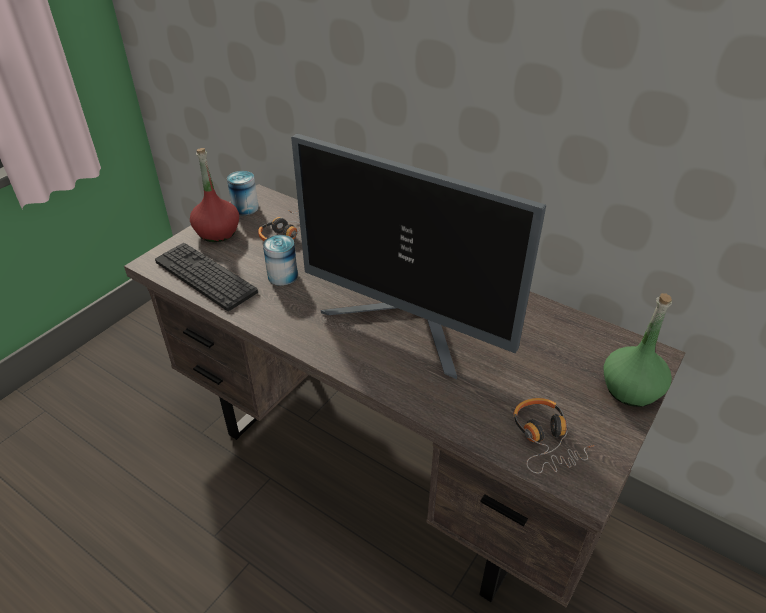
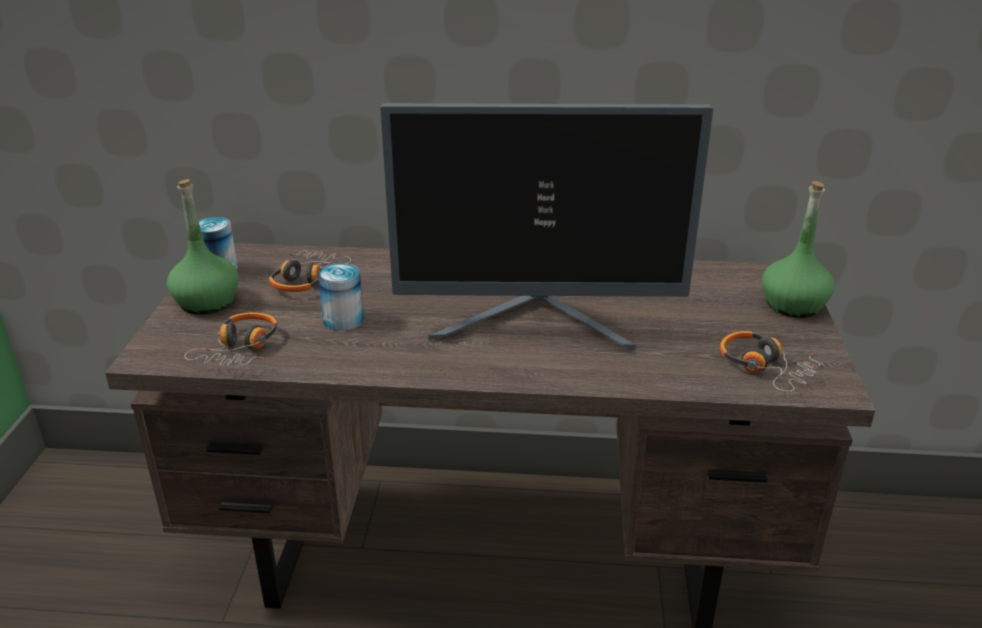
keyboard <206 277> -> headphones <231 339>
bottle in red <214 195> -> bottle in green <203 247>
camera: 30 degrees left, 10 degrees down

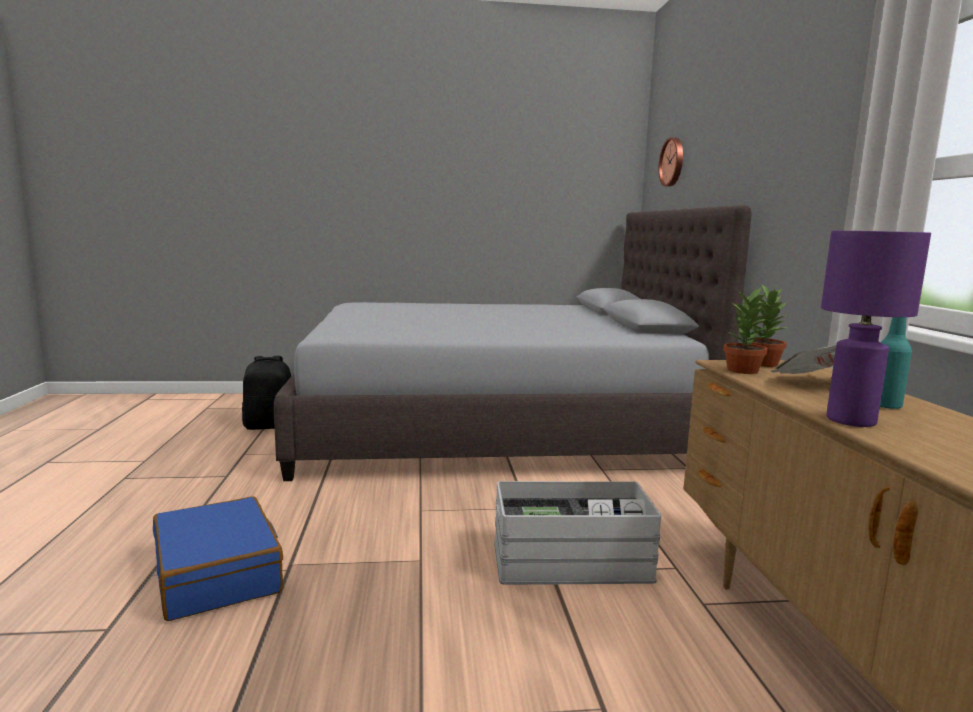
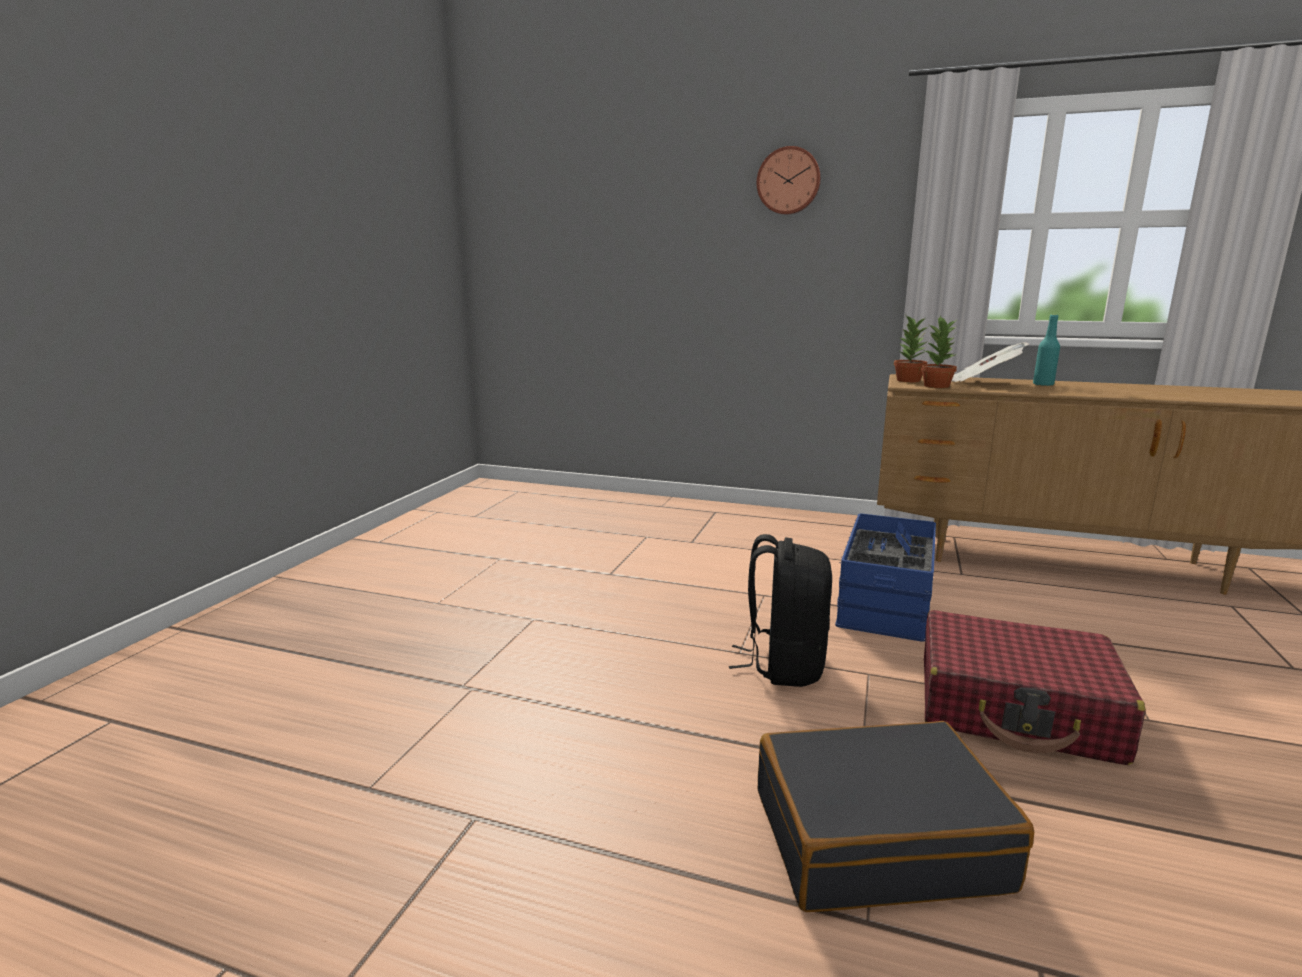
suitcase in blue <218 558> -> suitcase in black <896 816>
backpack in black <266 393> -> backpack in black <780 610>, move
bed in grey <513 343> -> none
storage box in grey <577 533> -> storage box in blue <885 578>
wall clock <671 162> -> wall clock <789 180>, move
table lamp in purple <876 329> -> none
none -> suitcase in red <1035 687>
camera: 65 degrees left, 5 degrees up

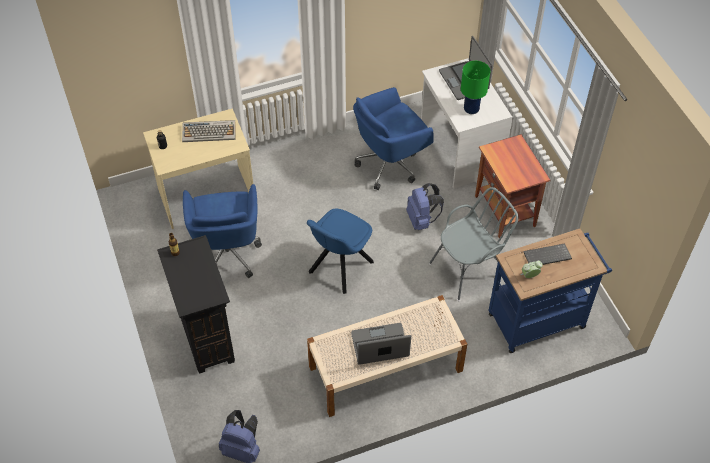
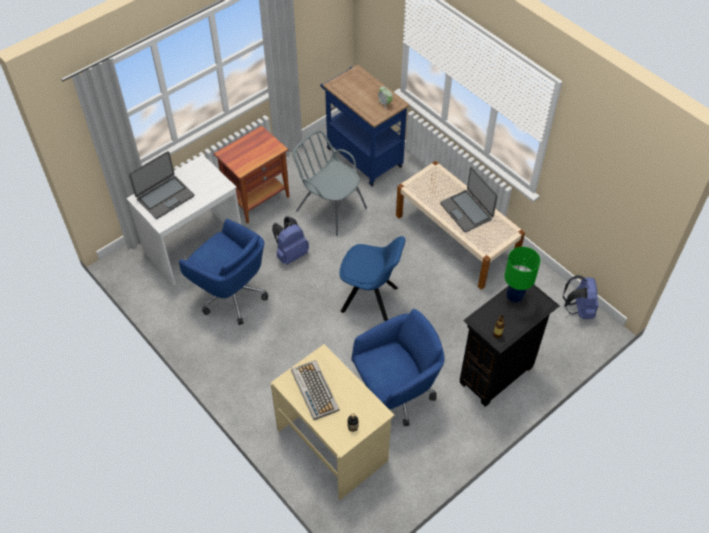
table lamp in green <475 87> -> table lamp in green <522 275>, move
keyboard <547 254> -> none
camera: 110 degrees left, 0 degrees up

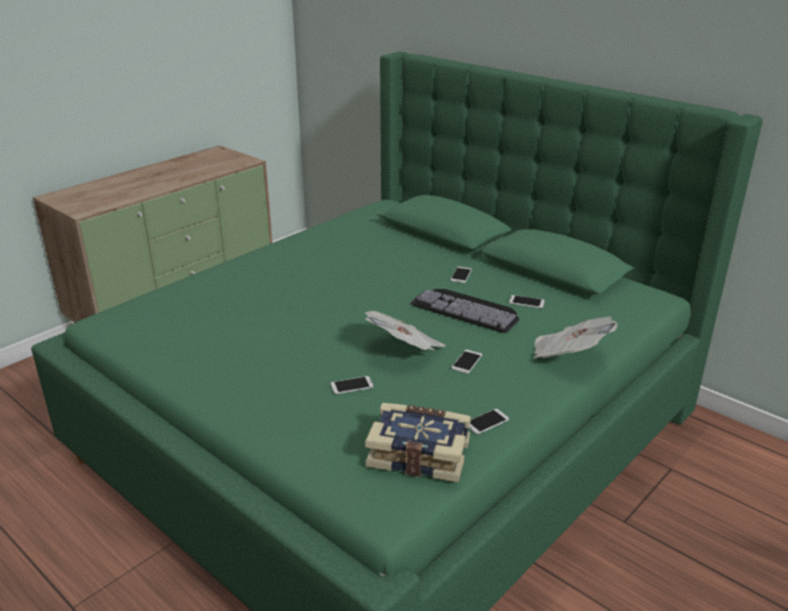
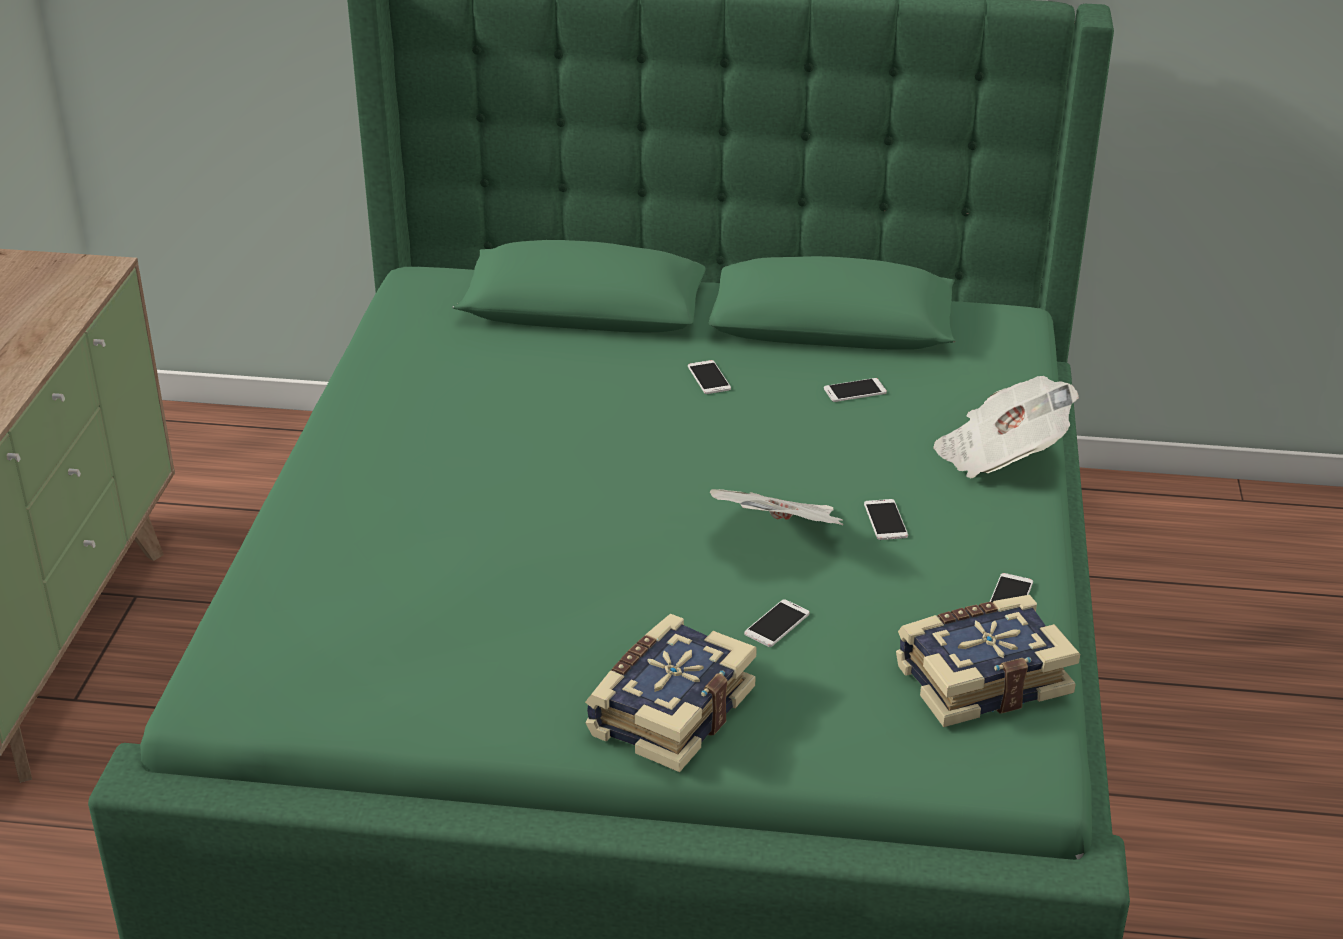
keyboard <465 311> -> none
none -> book <671 693>
camera: 35 degrees left, 5 degrees up

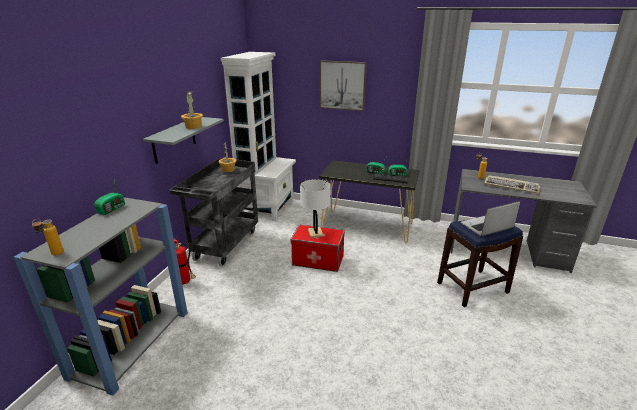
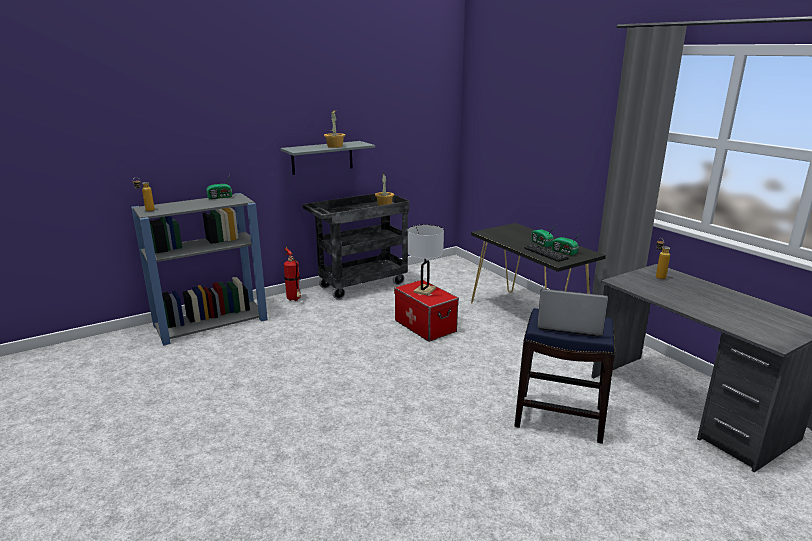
cabinet in white <258 136> -> none
picture <343 85> -> none
keyboard <512 184> -> none
camera: 40 degrees right, 5 degrees down

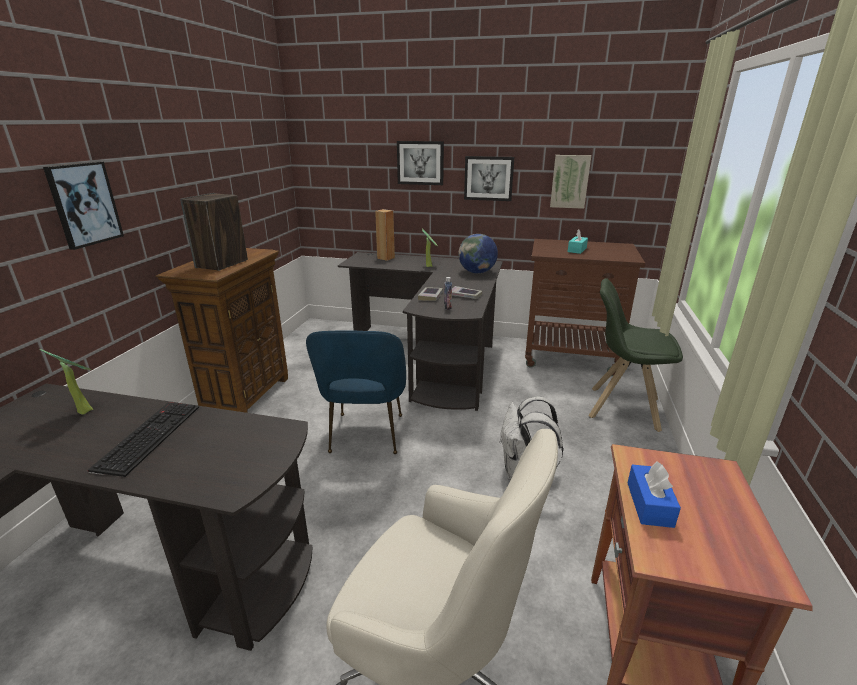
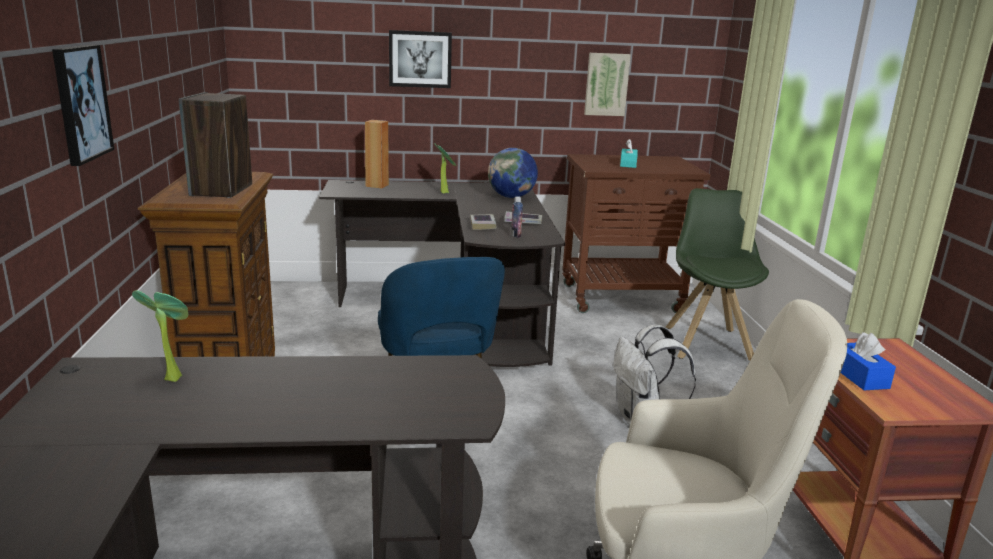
keyboard <143 439> -> none
picture <489 178> -> none
chair in green <635 355> -> chair in green <717 274>, 90 degrees clockwise
camera: 20 degrees left, 5 degrees down

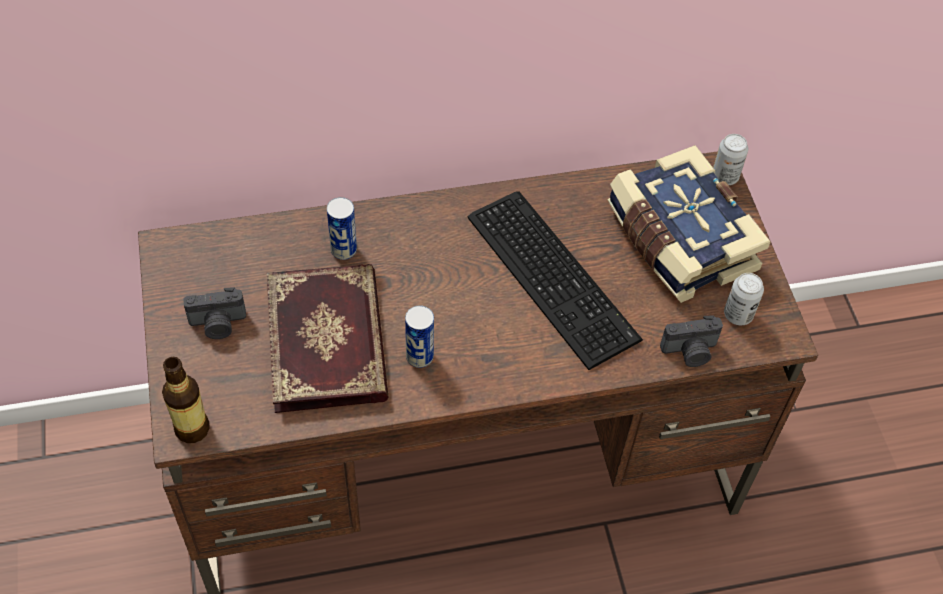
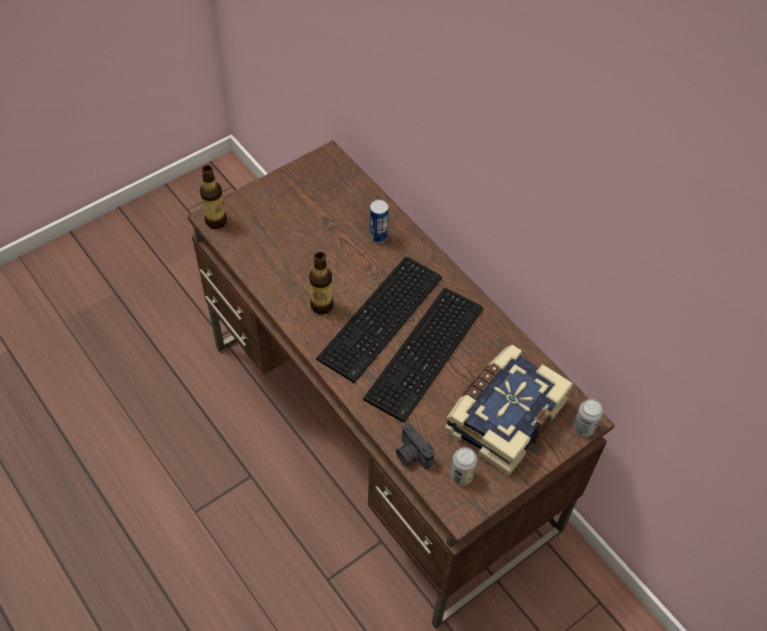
photo camera <214 313> -> none
book <327 338> -> none
can <419 336> -> bottle <321 283>
none -> keyboard <379 320>
camera: 65 degrees right, 0 degrees up

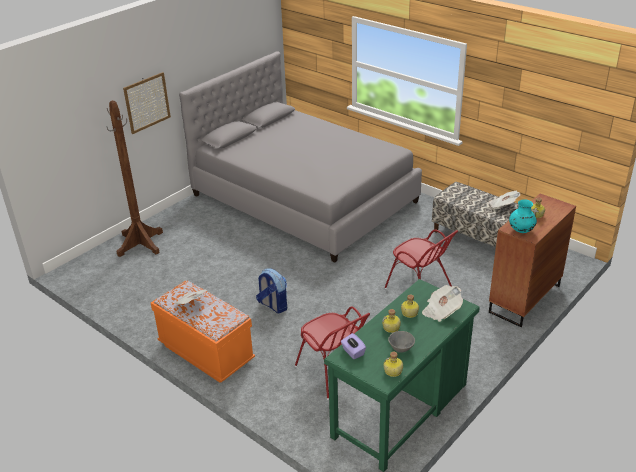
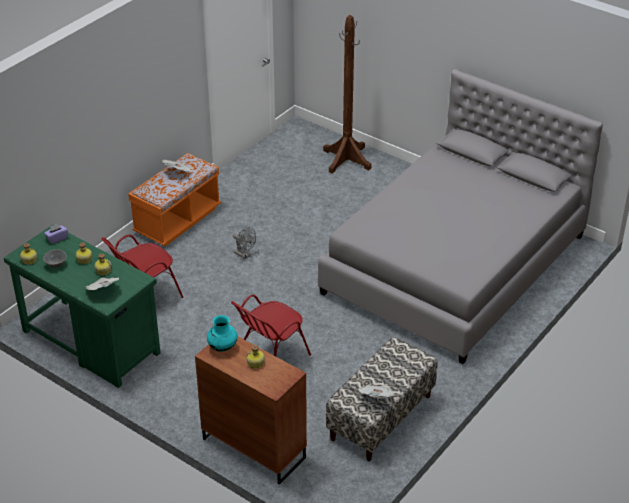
picture <147 103> -> none
backpack <271 290> -> fan in grey <244 243>
camera: 85 degrees right, 5 degrees up

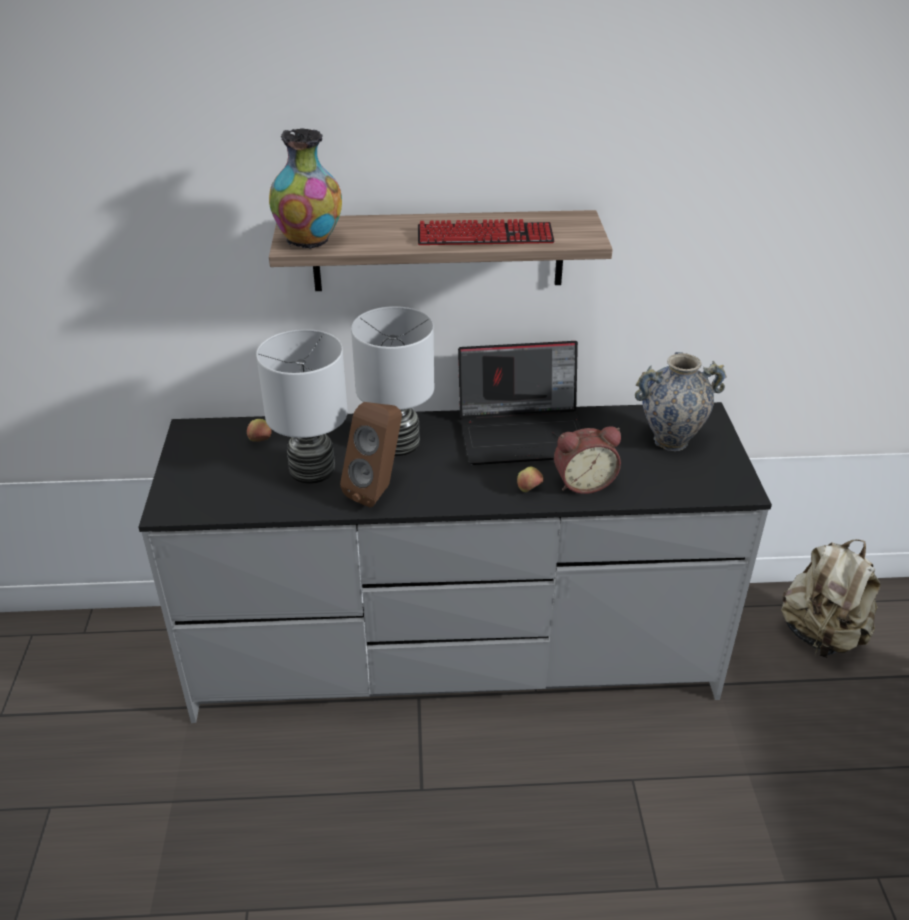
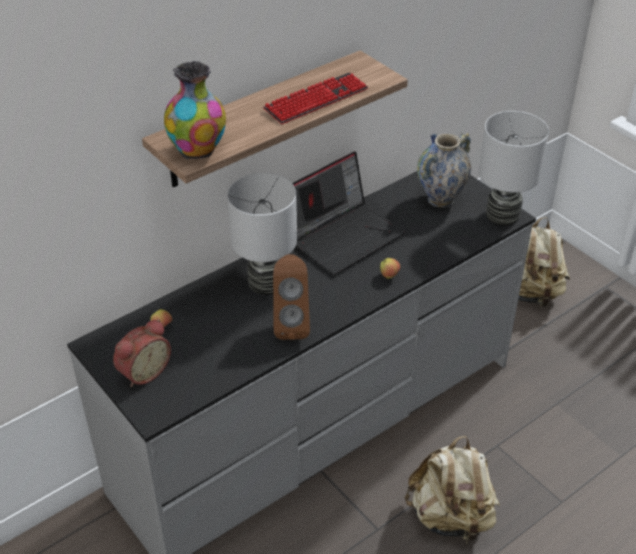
table lamp in grey <302 406> -> table lamp in grey <514 168>, move
alarm clock <587 460> -> alarm clock <142 353>, move
none -> backpack in beige <452 490>
camera: 35 degrees left, 5 degrees up

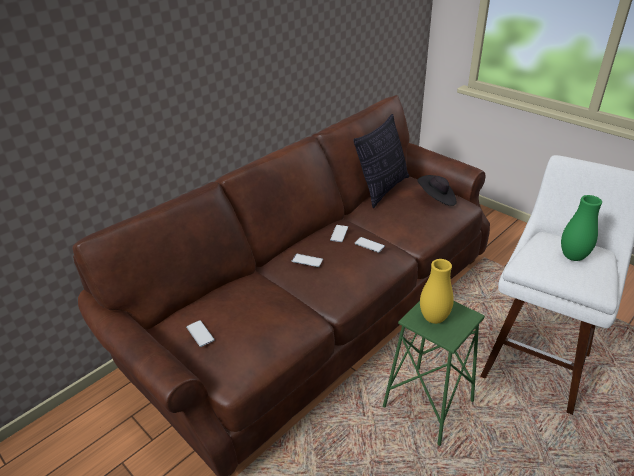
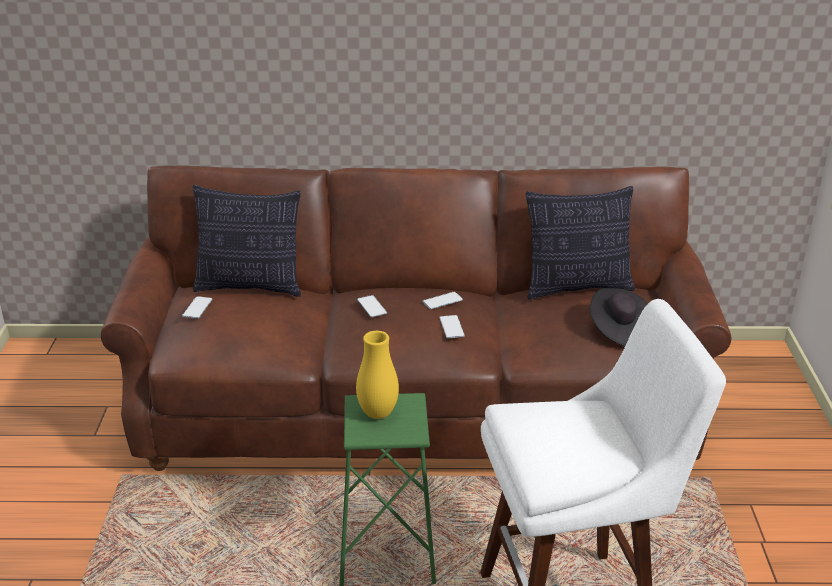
vase in green <581 228> -> none
none -> pillow <247 241>
camera: 45 degrees right, 5 degrees down

